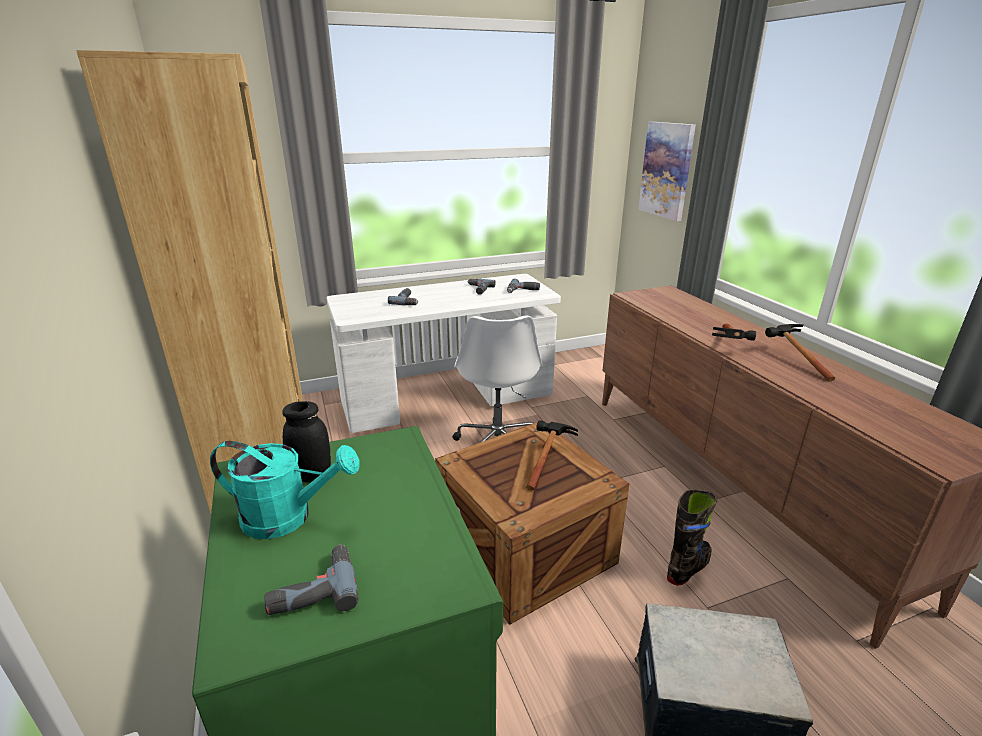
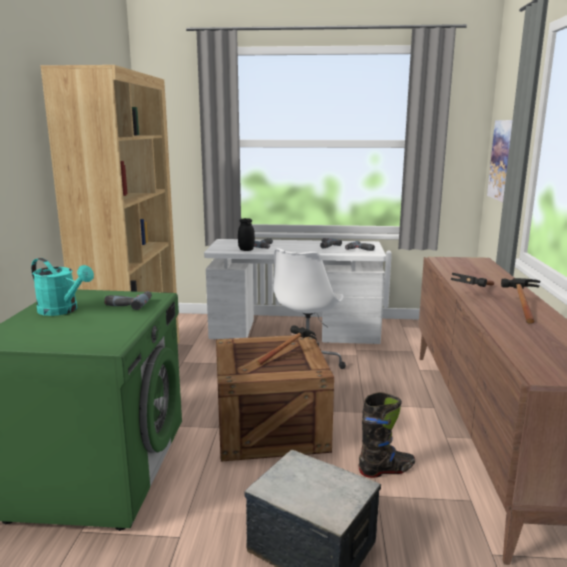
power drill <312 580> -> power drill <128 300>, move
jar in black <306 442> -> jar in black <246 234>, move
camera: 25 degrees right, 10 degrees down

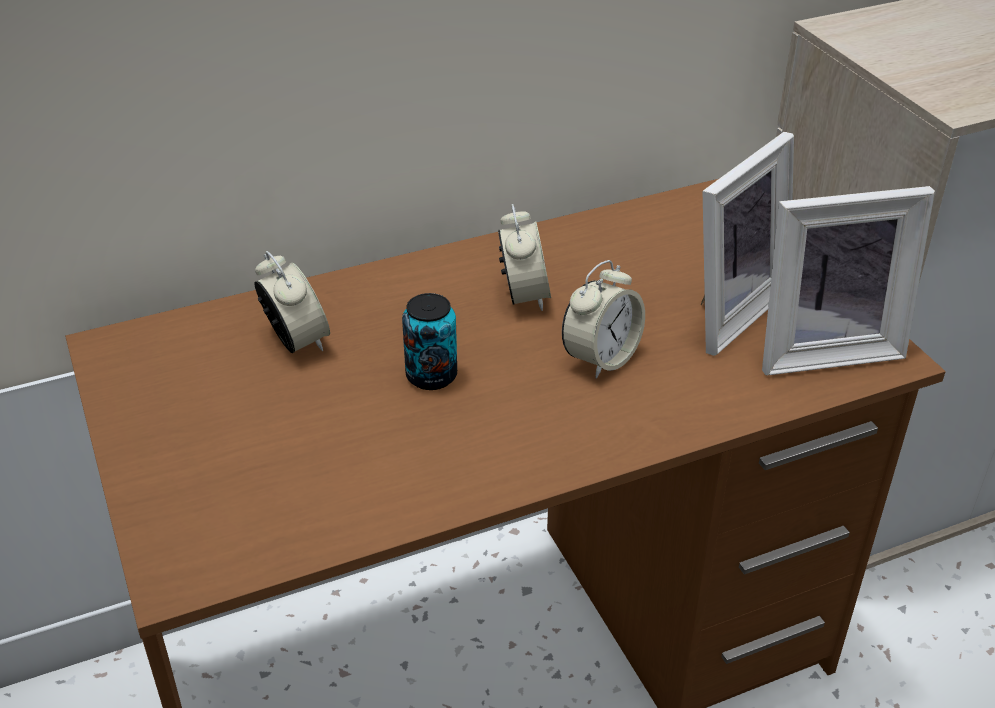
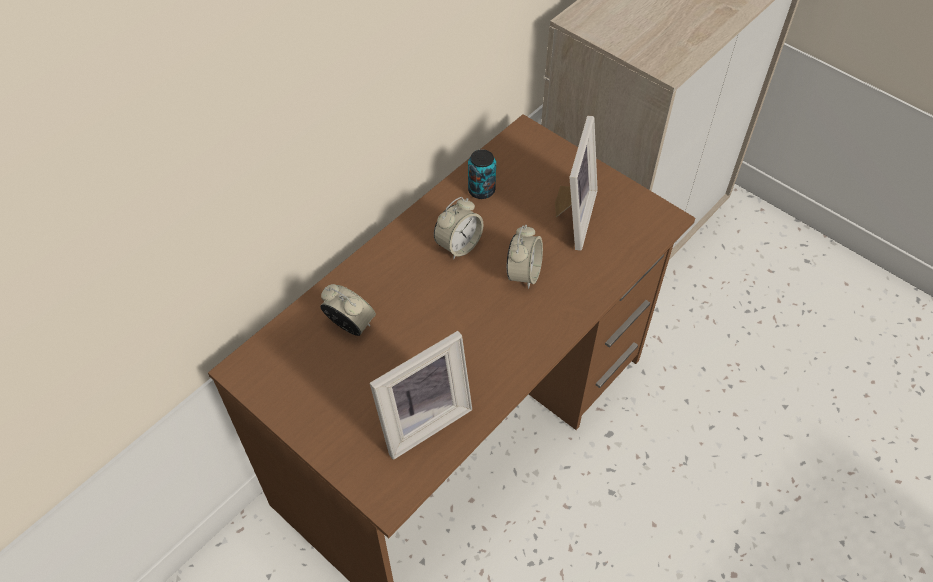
can <429 341> -> can <482 174>, move
alarm clock <524 257> -> alarm clock <458 228>, 75 degrees clockwise
picture frame <848 281> -> picture frame <421 395>, move
camera: 25 degrees left, 15 degrees up

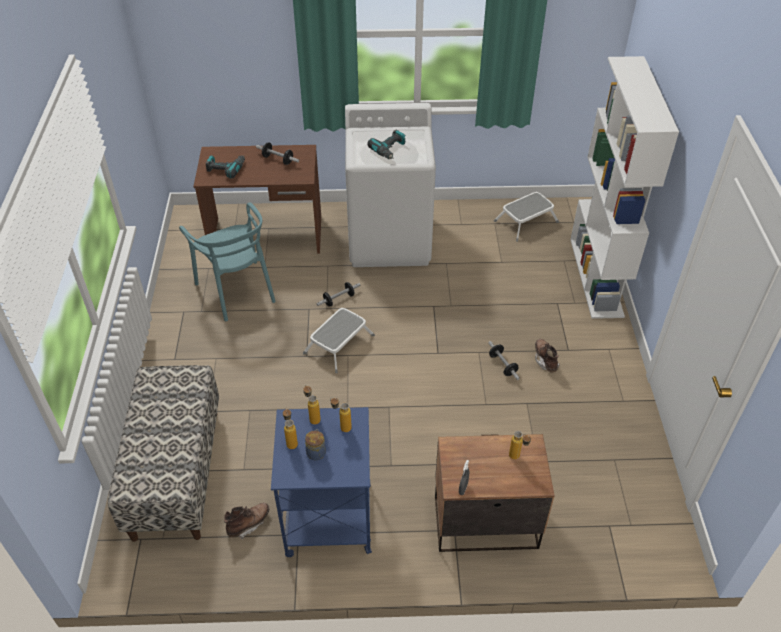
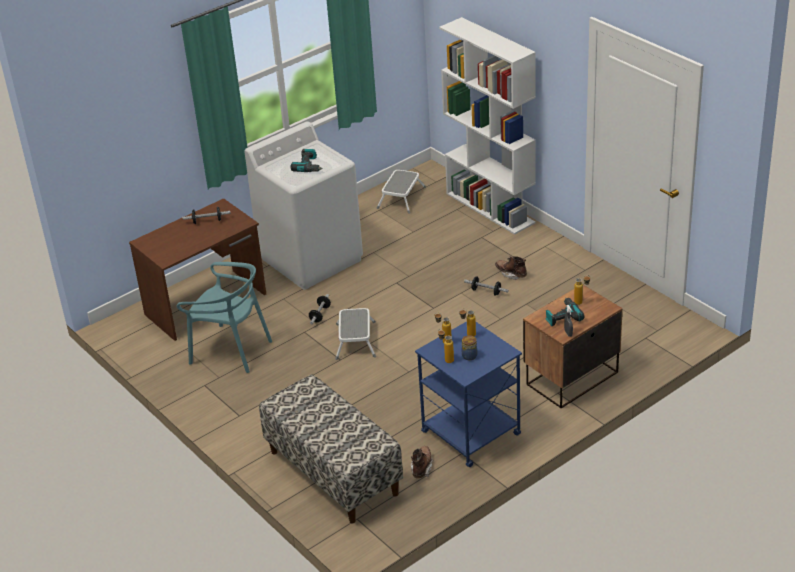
power drill <225 167> -> power drill <565 312>, move
camera: 35 degrees left, 10 degrees down

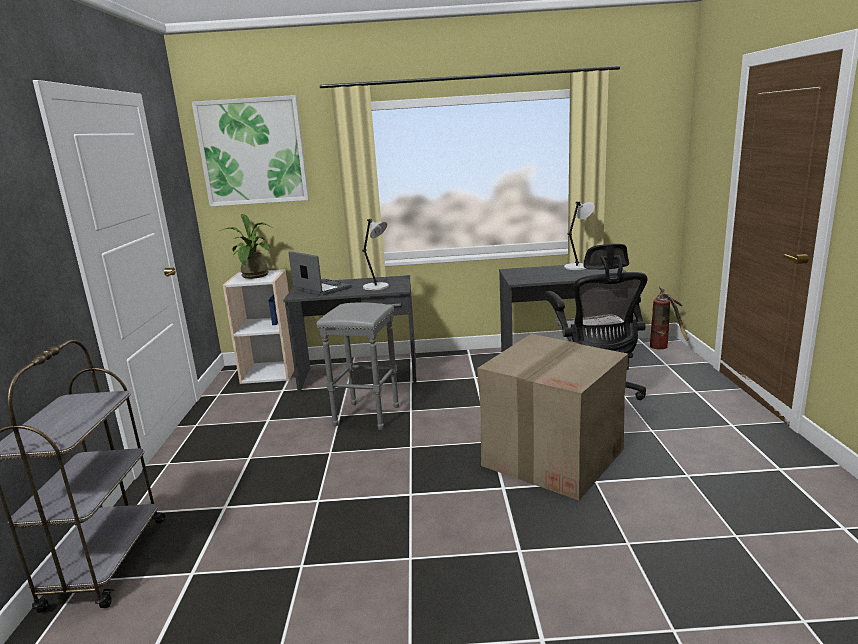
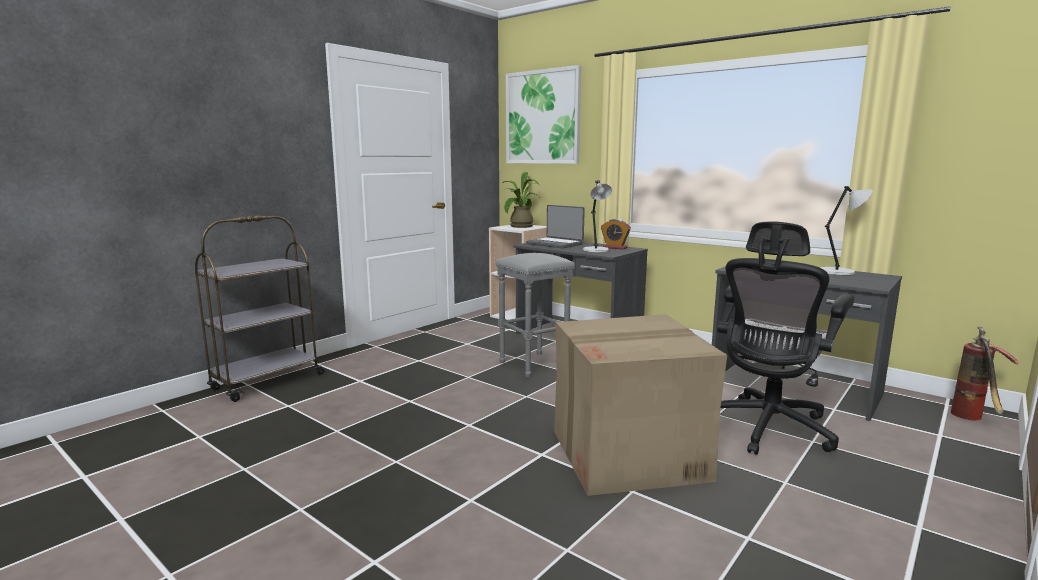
laptop <320 273> -> laptop <555 226>, 135 degrees clockwise
none -> alarm clock <616 234>
camera: 40 degrees right, 5 degrees down

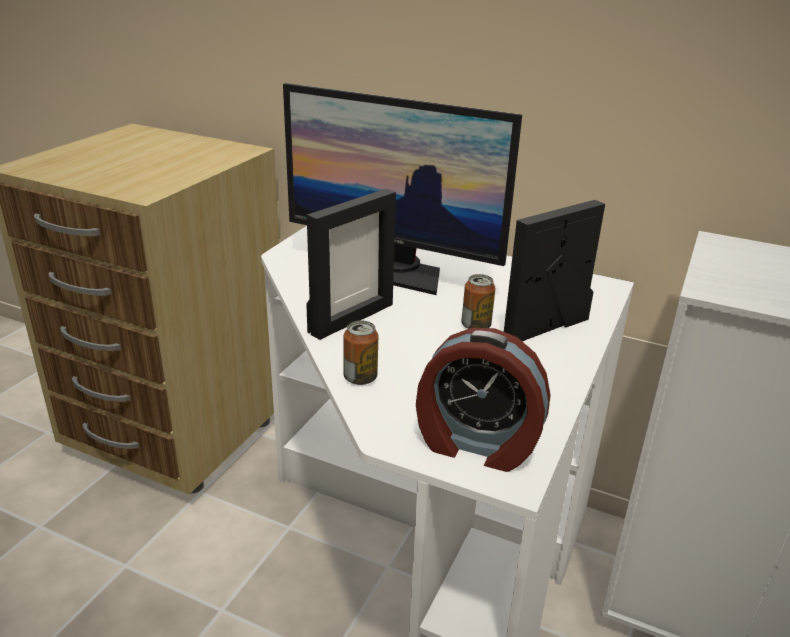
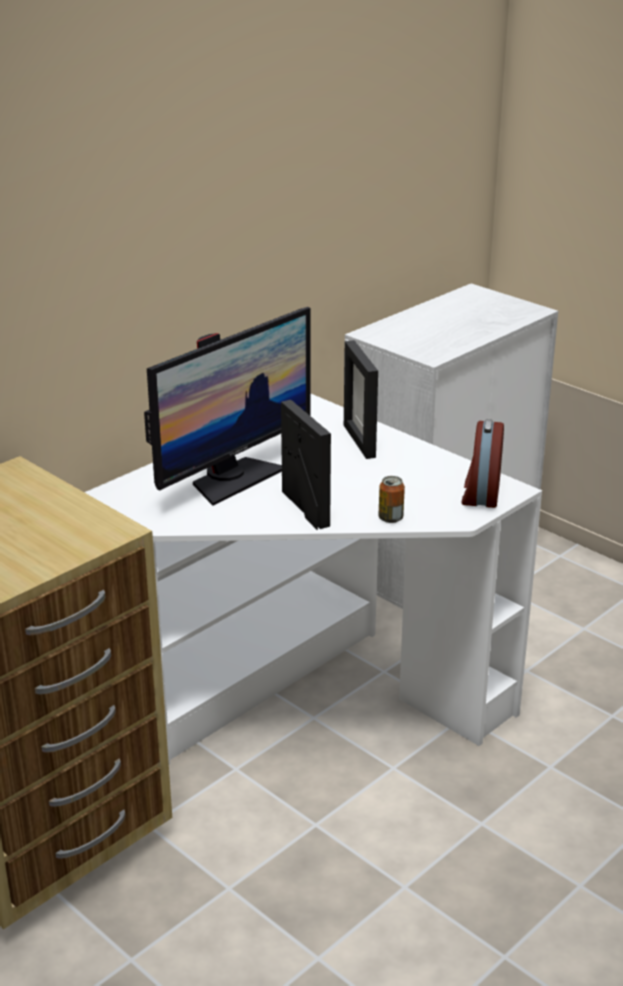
alarm clock <483 400> -> alarm clock <482 463>, 150 degrees clockwise
can <478 301> -> none
camera: 70 degrees left, 0 degrees up

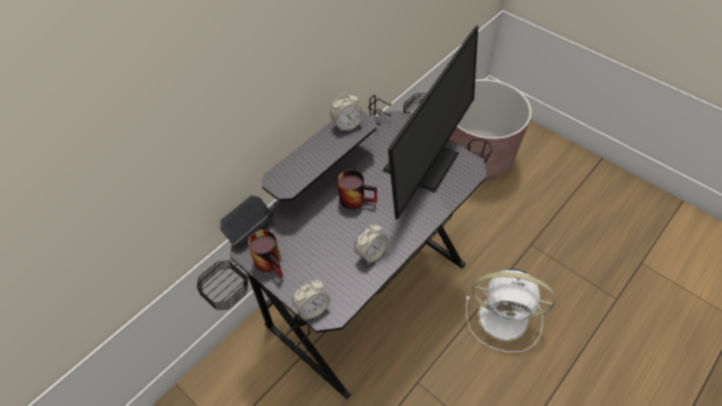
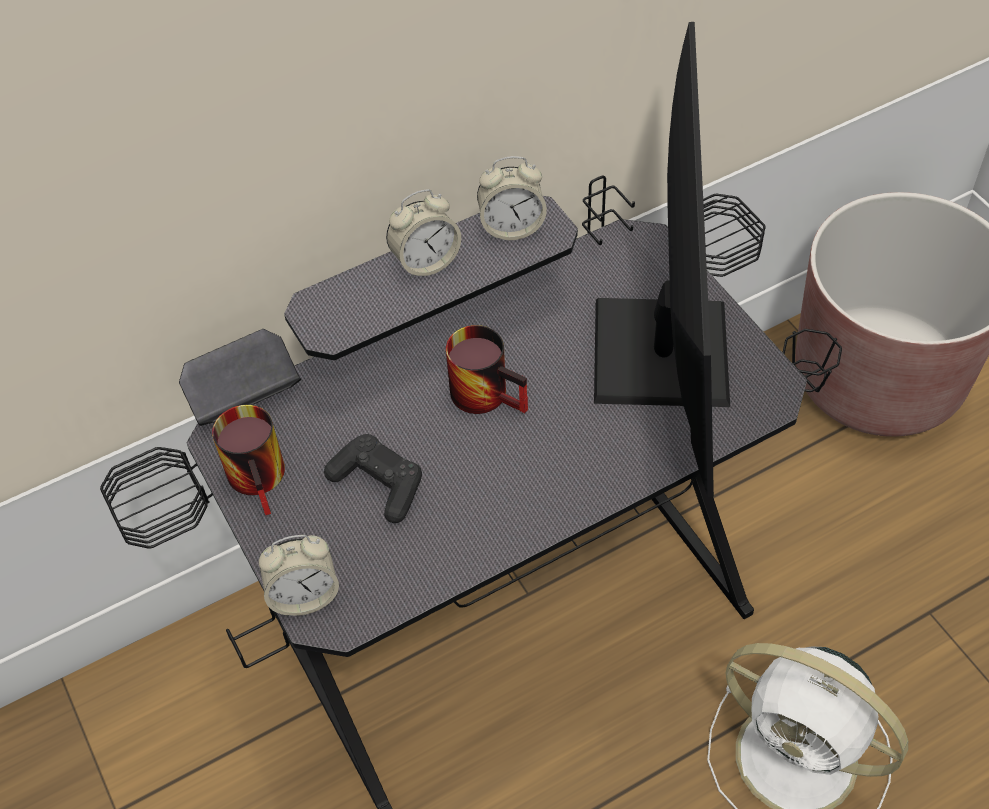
alarm clock <371 244> -> alarm clock <423 234>, move
monitor <430 123> -> monitor <662 259>, 45 degrees counterclockwise
none -> game controller in black <373 478>
camera: 20 degrees right, 0 degrees up

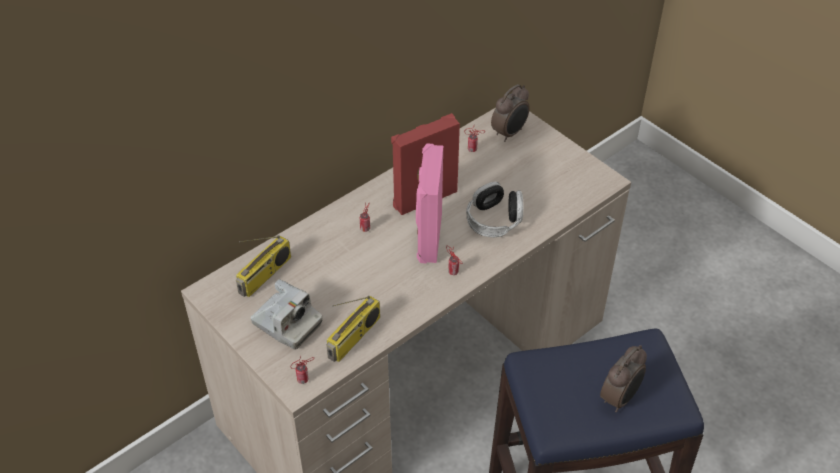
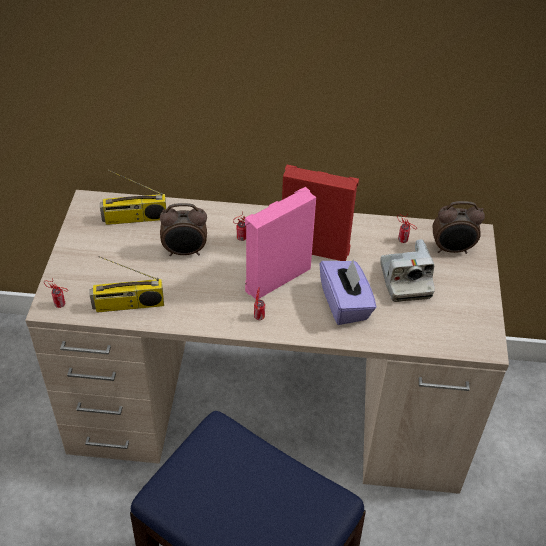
photo camera <286 314> -> photo camera <407 270>, move
headphones <495 210> -> tissue box in purple <347 292>
alarm clock <623 379> -> alarm clock <183 229>, move
camera: 45 degrees right, 0 degrees up

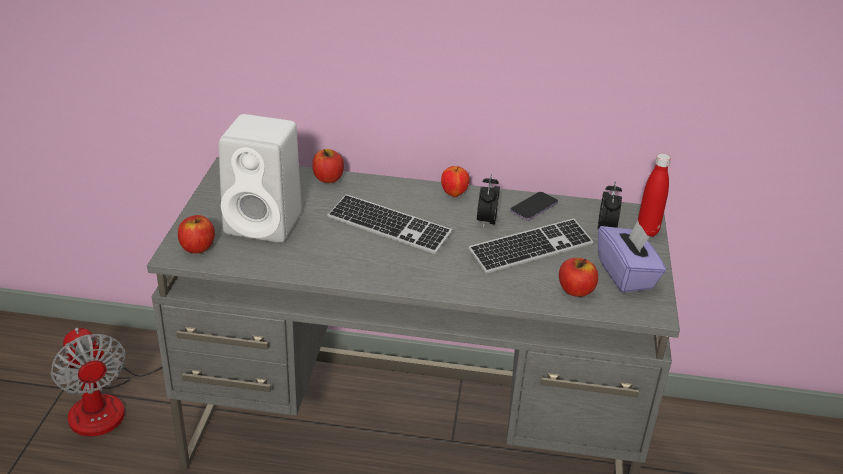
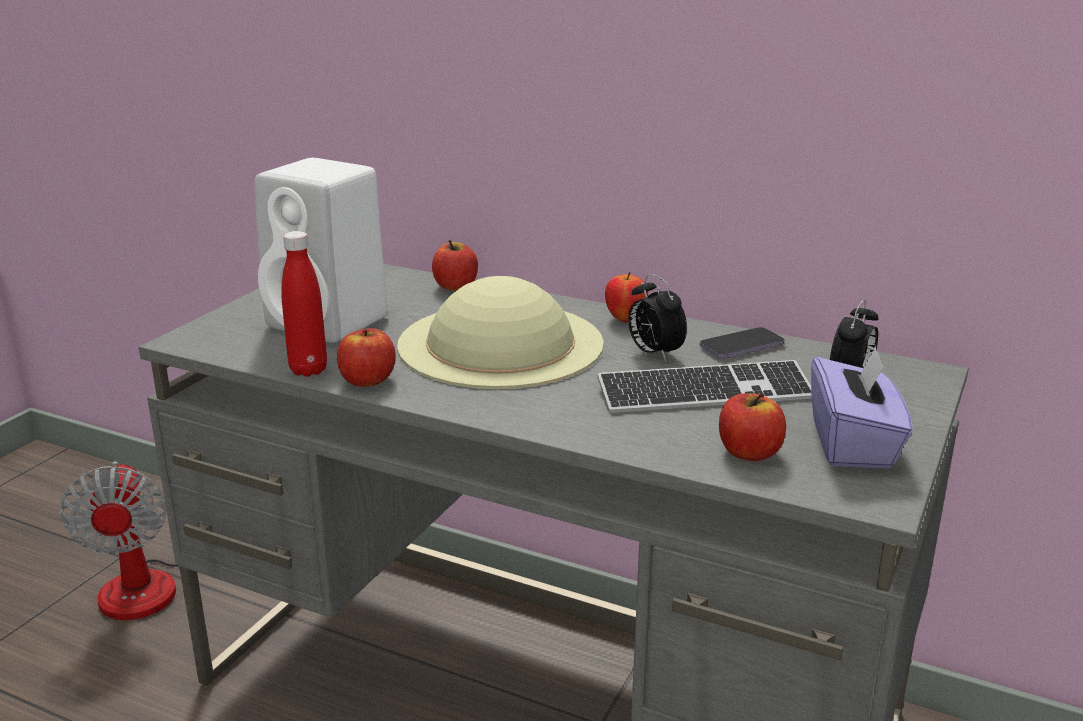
apple <196 234> -> apple <366 357>, move
keyboard <389 224> -> hat in beige <500 332>
alarm clock <488 201> -> alarm clock <657 317>, 60 degrees counterclockwise
bottle in red <654 195> -> bottle in red <304 304>, move
camera: 20 degrees right, 10 degrees down

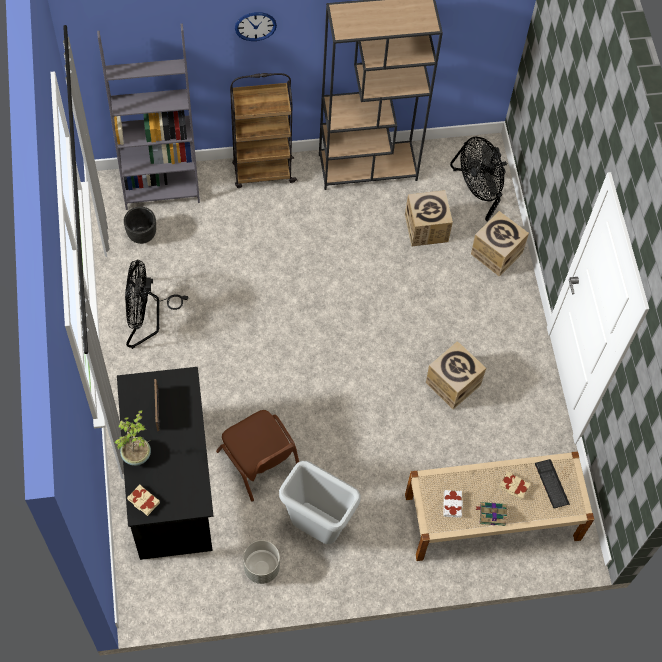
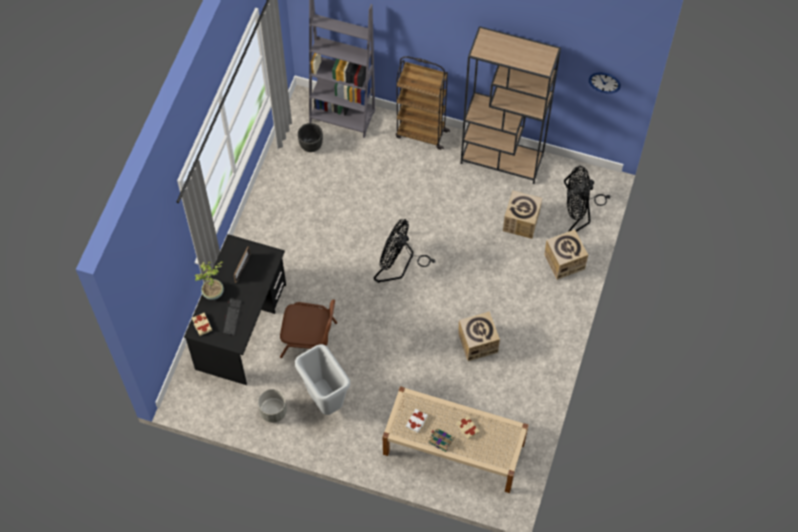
fan in black <156 304> -> fan in black <404 251>, move
chair in brown <257 456> -> chair in brown <308 329>, 75 degrees counterclockwise
wall clock <256 26> -> wall clock <605 83>, move
keyboard <552 483> -> keyboard <232 317>, move
camera: 30 degrees right, 0 degrees up

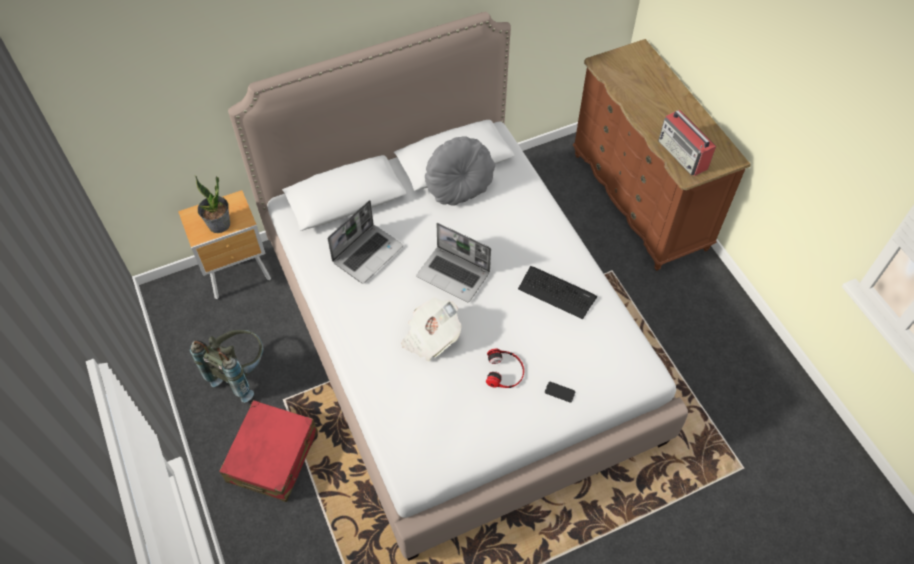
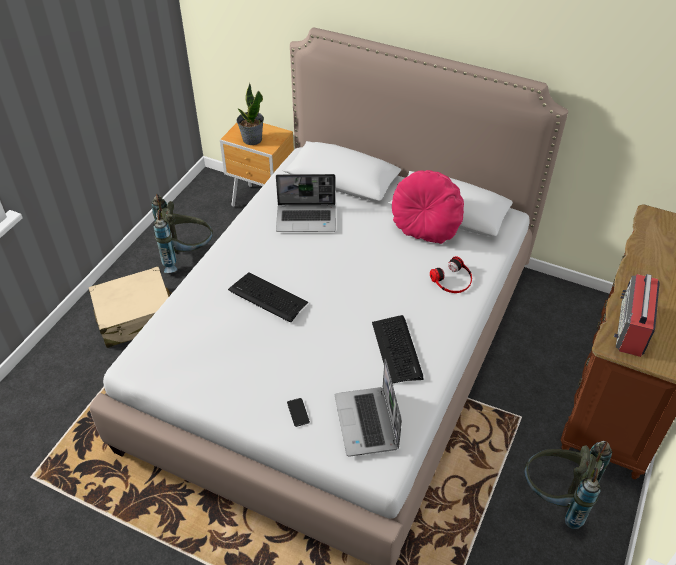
suitcase in red <268 451> -> suitcase in beige <130 307>
newspaper <431 329> -> keyboard <268 297>
laptop <453 262> -> laptop <368 408>, move
pillow in grey <460 171> -> pillow in pink <428 207>
headphones <505 368> -> headphones <451 274>, move
none -> backpack in grey <568 485>
camera: 50 degrees right, 10 degrees down

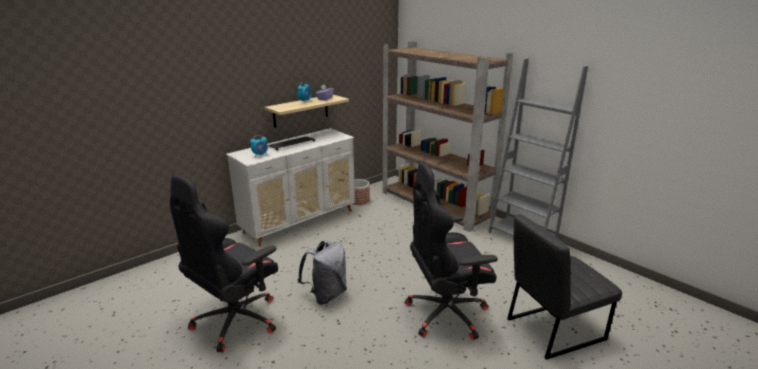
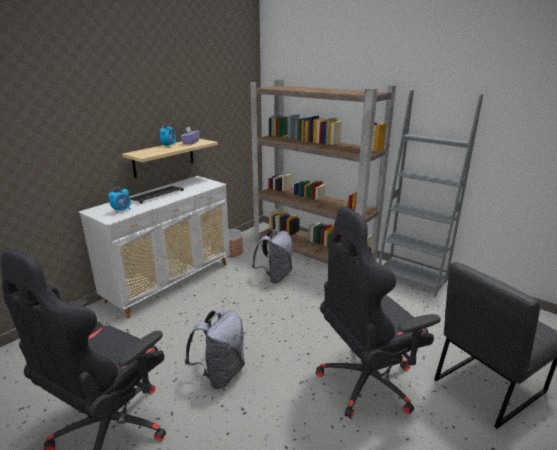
none -> backpack in grey <272 256>
camera: 10 degrees left, 0 degrees up

